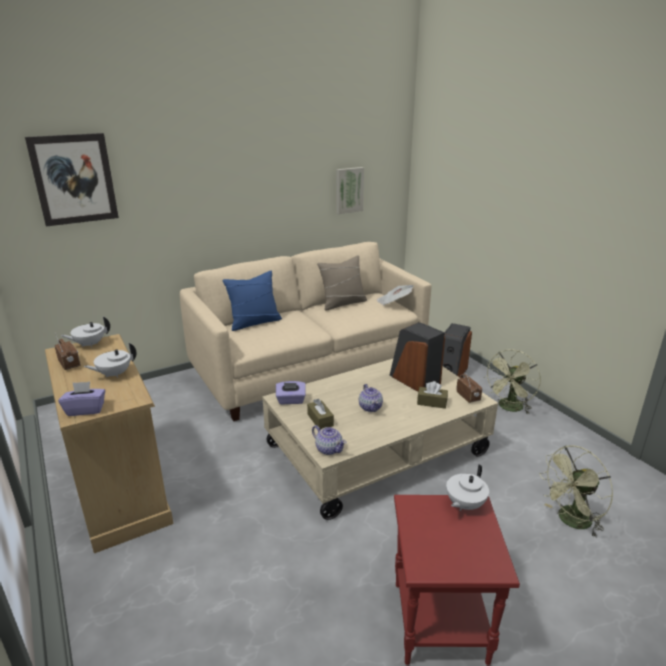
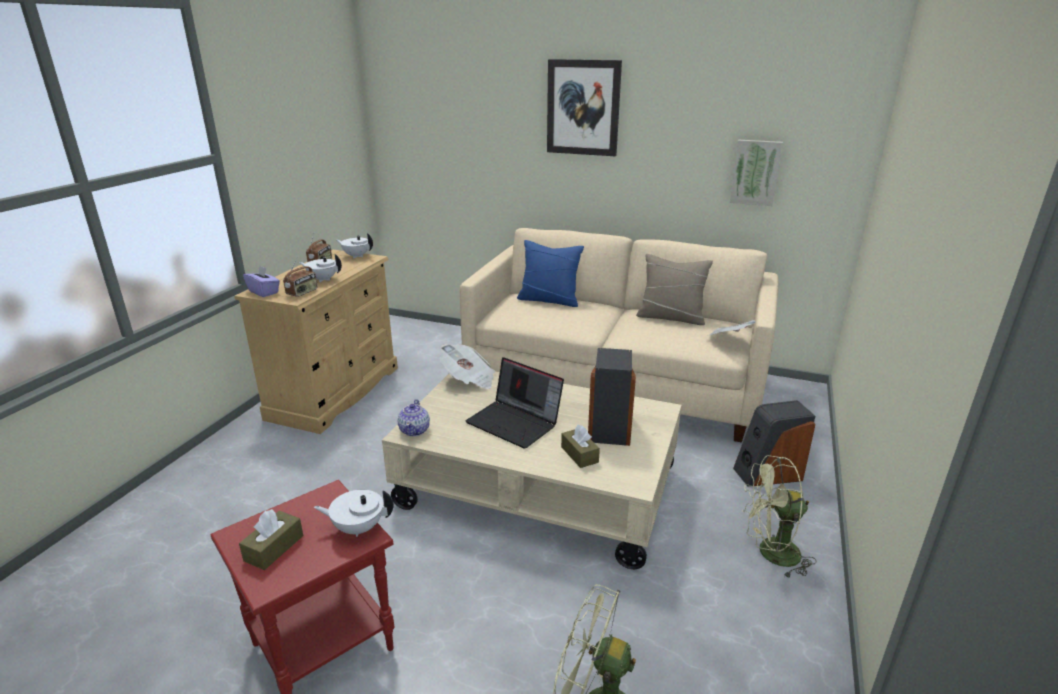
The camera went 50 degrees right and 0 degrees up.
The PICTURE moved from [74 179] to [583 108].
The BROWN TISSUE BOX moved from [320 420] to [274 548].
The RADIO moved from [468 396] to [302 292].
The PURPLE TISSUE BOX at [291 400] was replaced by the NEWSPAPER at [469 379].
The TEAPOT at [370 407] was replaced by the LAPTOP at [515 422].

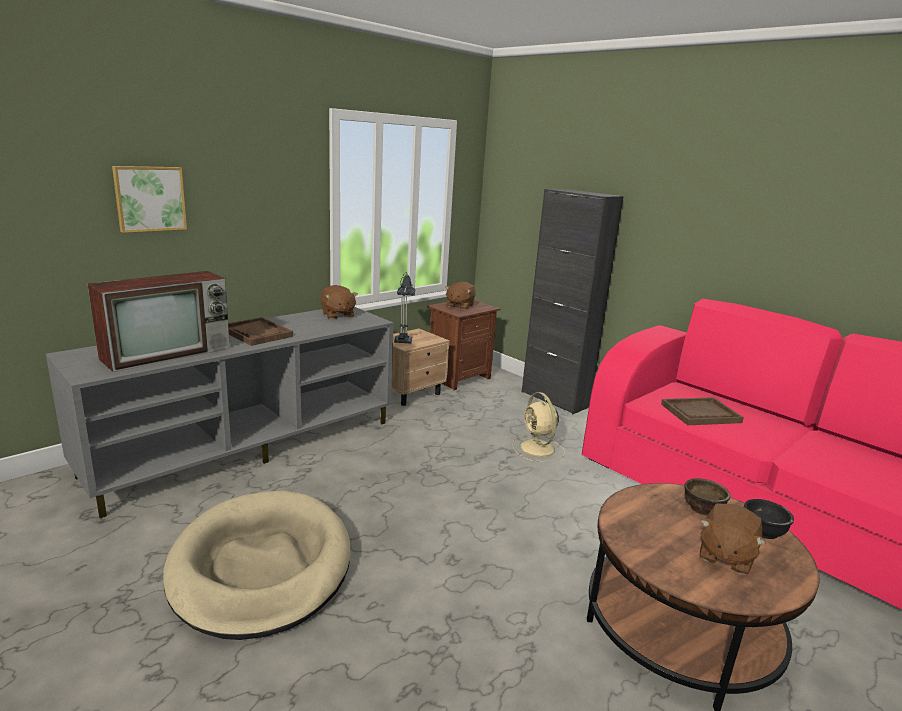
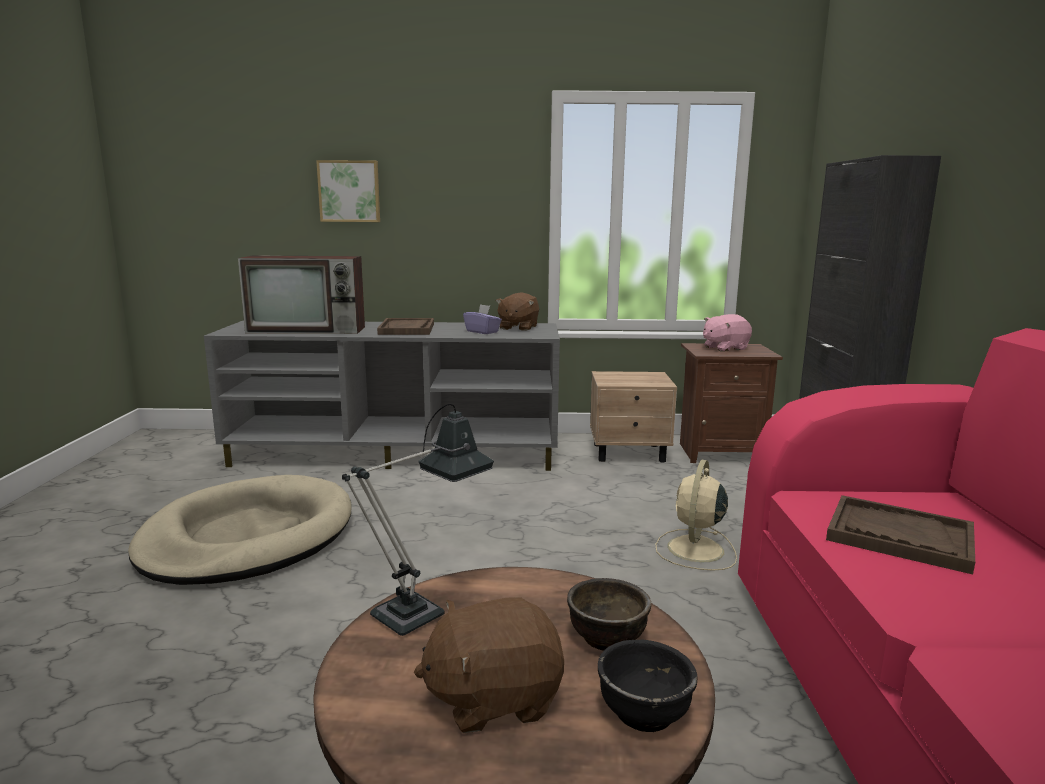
The camera went 45 degrees right and 5 degrees down.
The PURPLE TISSUE BOX at [482 332] appeared.
The TABLE LAMP moved from [403 339] to [420 609].
The BROWN PLUSH TOY at [459 306] became the PINK PLUSH TOY at [724 348].

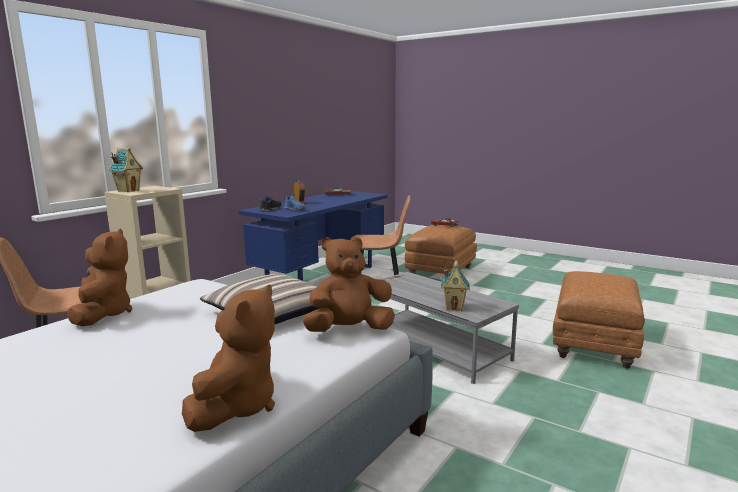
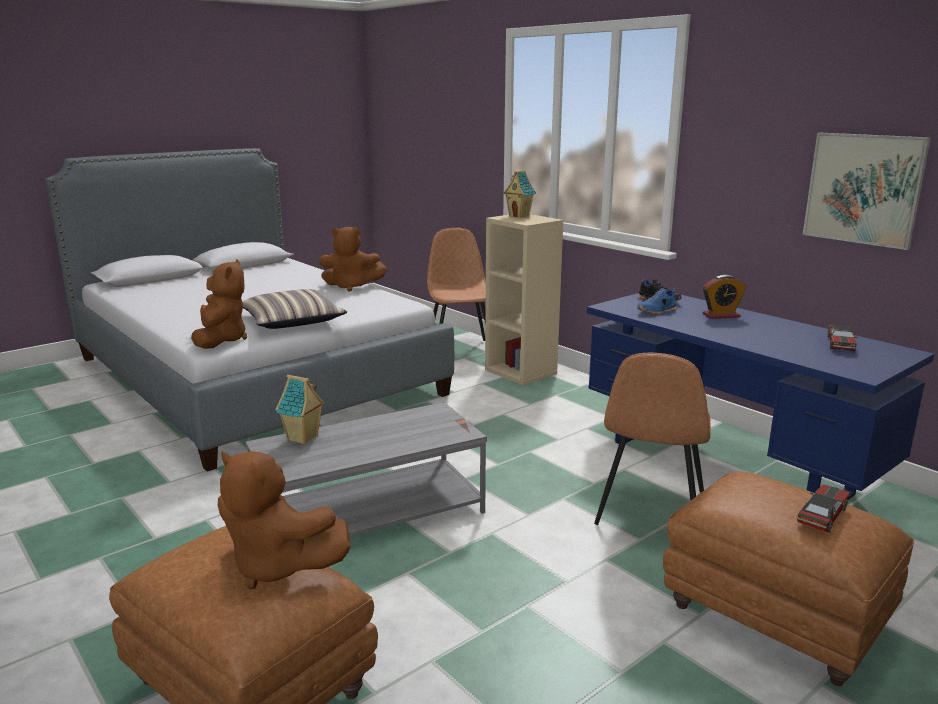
The camera went 105 degrees right and 5 degrees up.
The PICTURE at [863 189] appeared.
The BROWN PLUSH TOY moved from [236 406] to [277 566].

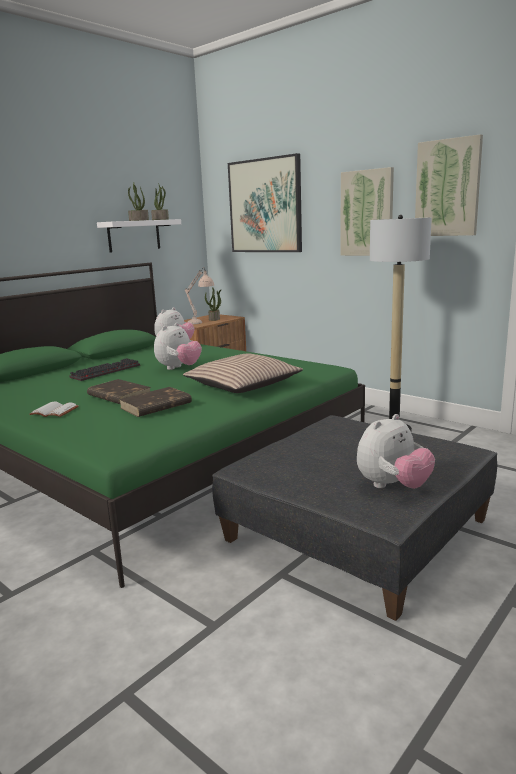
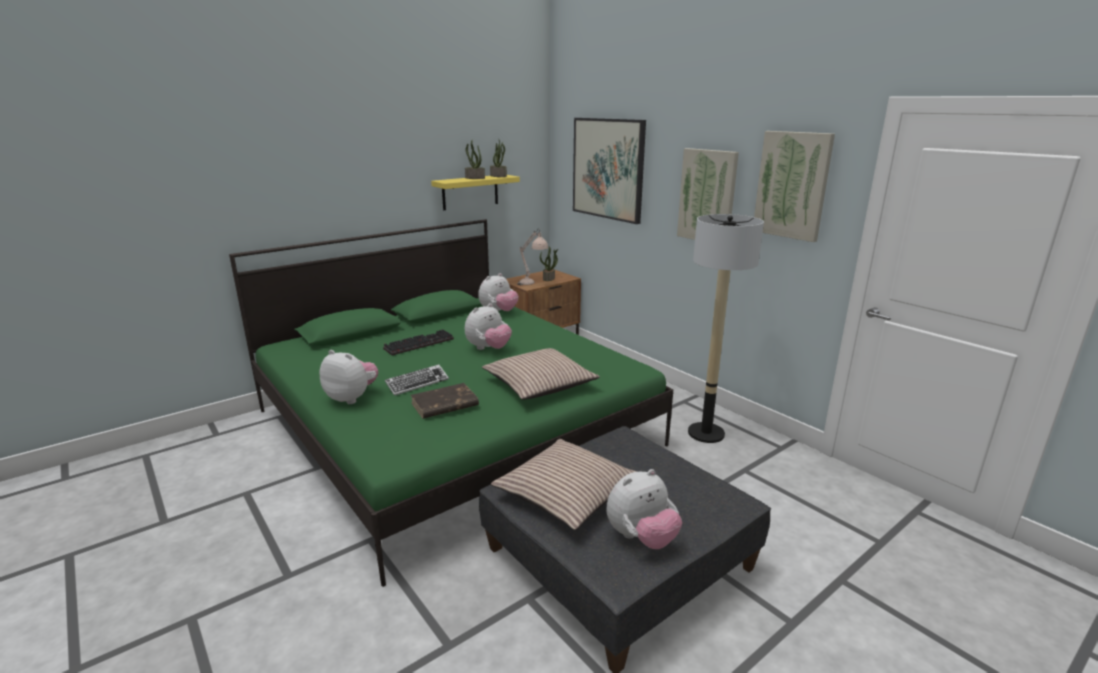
The camera went 10 degrees right and 5 degrees up.
The PILLOW at [566 493] appeared.
The WHITE BOOK at [53 412] was replaced by the PLUSH TOY at [352 398].
The BROWN BOOK at [119 395] was replaced by the KEYBOARD at [417 383].
The WHITE SHELF at [134 235] became the YELLOW SHELF at [470 192].

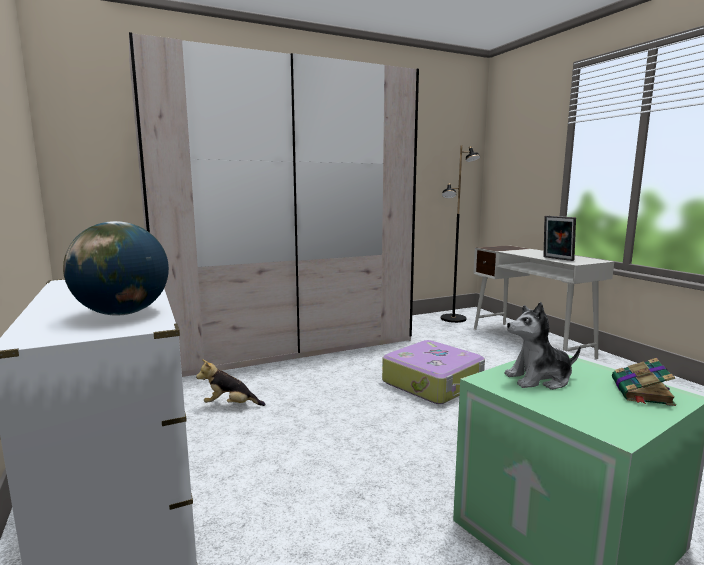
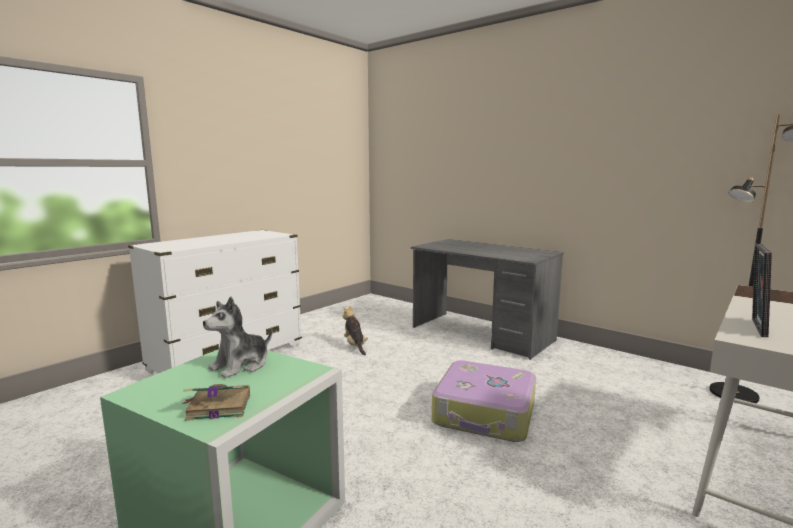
The camera went 65 degrees right and 0 degrees up.
The GLOBE at [123 313] disappeared.
The BEIGE WARDROBE at [288 346] was replaced by the GREY DESK at [481 334].
The PLUSH TOY at [539 379] turned 105 degrees counterclockwise.

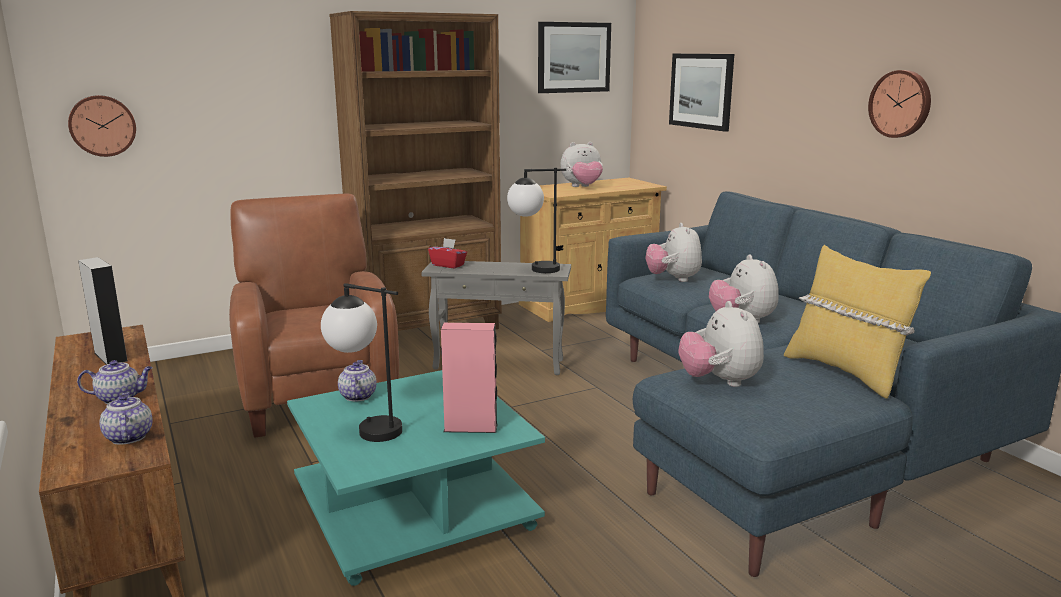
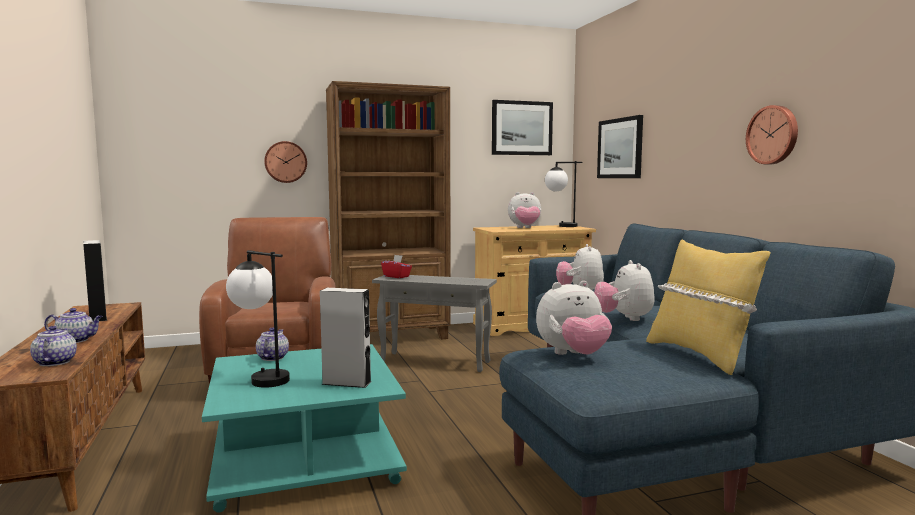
The camera went 10 degrees right and 10 degrees down.
The WALL CLOCK moved from [102 125] to [285 162].
The TABLE LAMP moved from [533 270] to [560 226].
The PINK SPEAKER at [470 427] became the GREY SPEAKER at [346 383].
The PLUSH TOY at [719 382] turned 105 degrees counterclockwise.

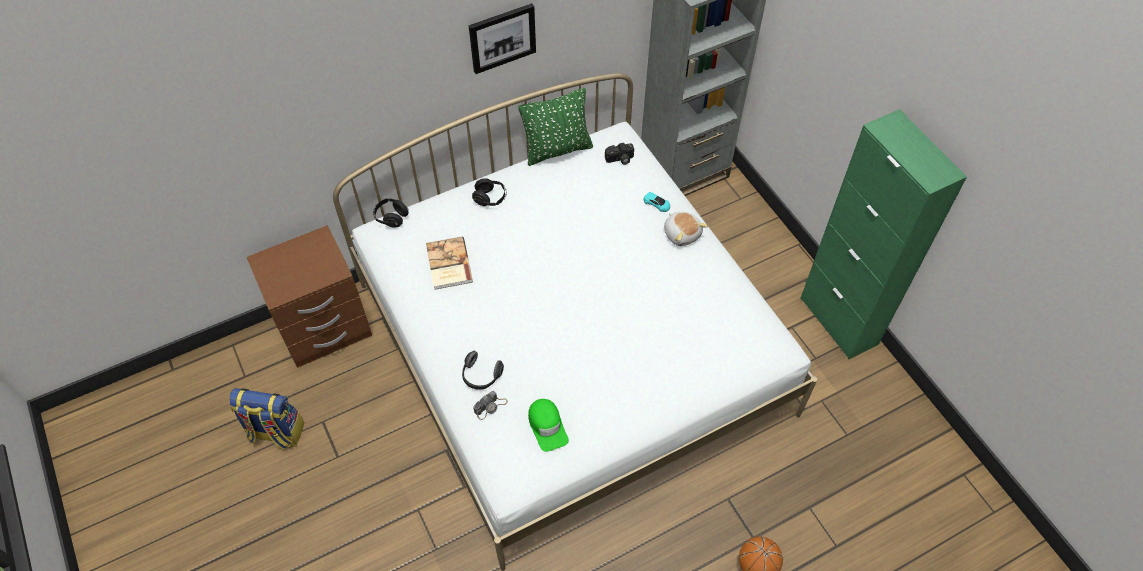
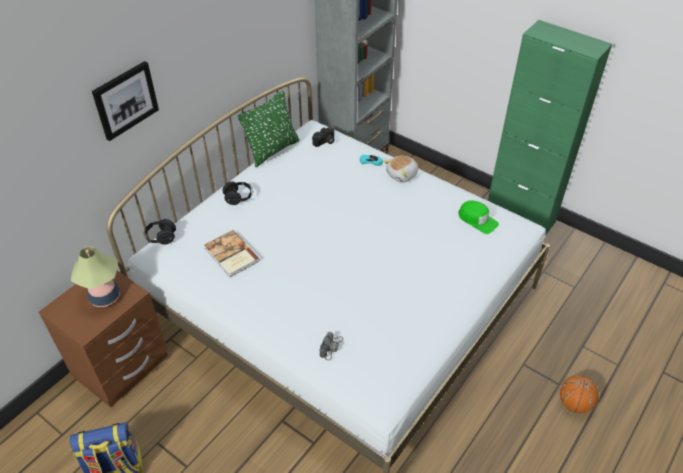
The camera went 25 degrees left and 10 degrees down.
The HEADPHONES at [481 376] disappeared.
The TABLE LAMP at [105 297] appeared.
The PICTURE moved from [502 37] to [125 100].
The GREEN CAP moved from [547 426] to [477 220].
The PLUSH TOY at [682 234] turned 105 degrees clockwise.

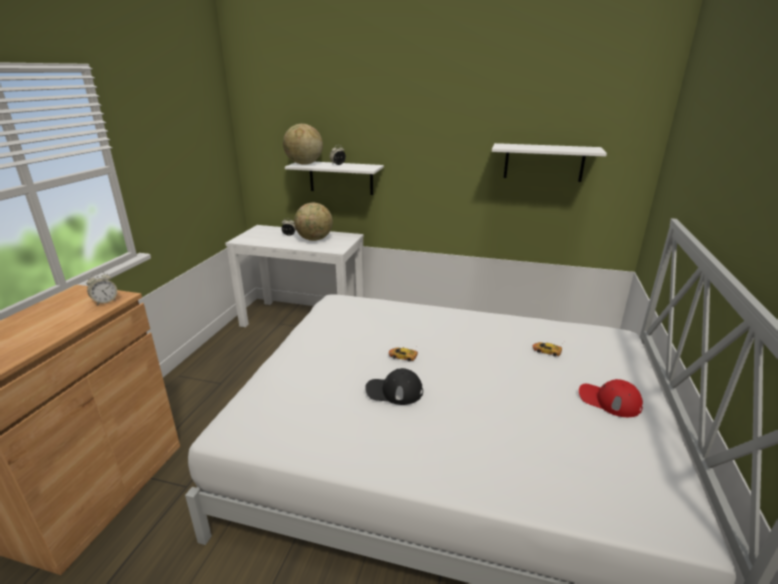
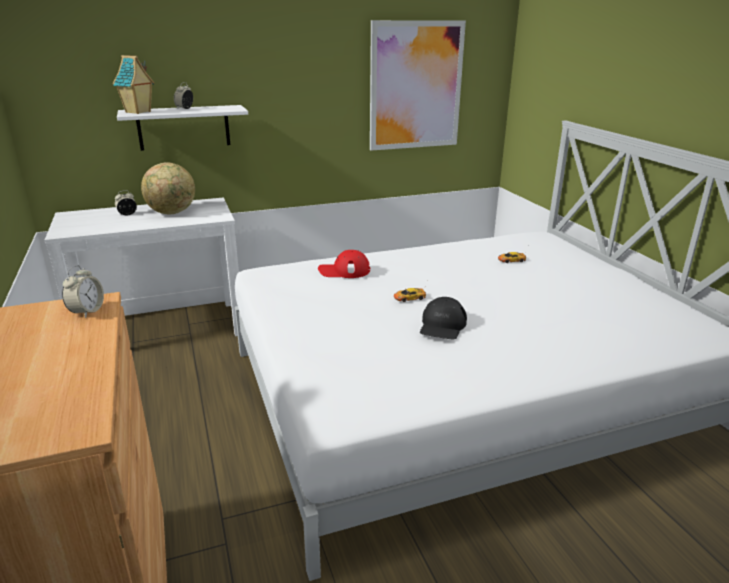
The camera went 35 degrees left and 0 degrees up.
The RED CAP moved from [609 400] to [344 271].
The GLOBE at [304 164] was replaced by the TOY HOUSE at [138 112].
The WHITE SHELF at [544 162] was replaced by the PICTURE at [415 86].
The BLACK CAP at [394 391] turned 45 degrees counterclockwise.

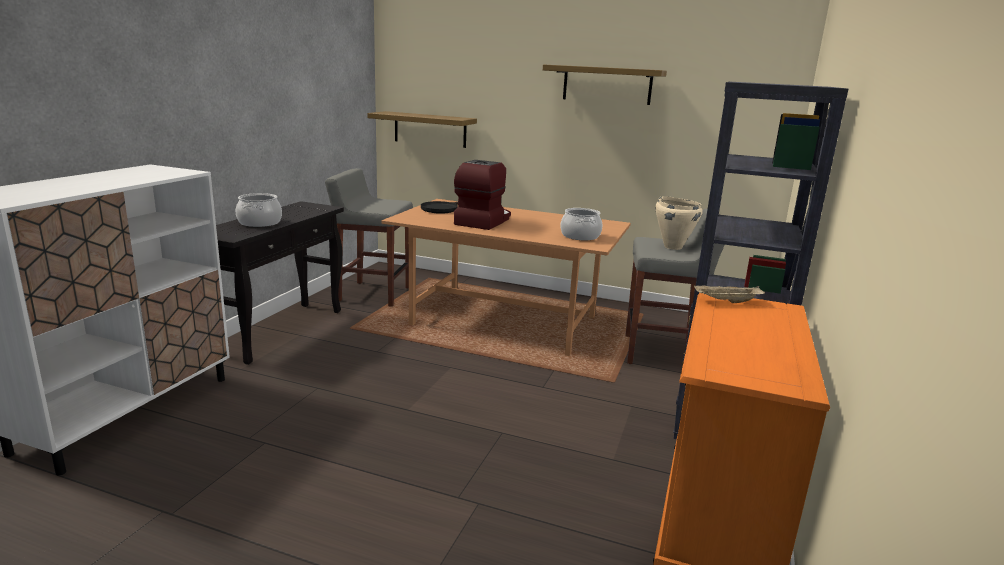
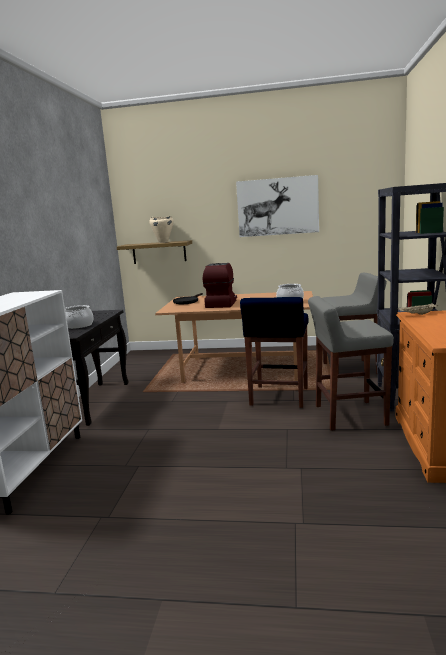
The camera went 10 degrees left and 5 degrees down.
The BLUE STOOL at [279 397] appeared.
The GREY STOOL moved from [373 294] to [348 415].
The BEIGE COOKING POT moved from [672 247] to [163 242].
The SHELF at [607 85] was replaced by the PICTURE at [277 206].

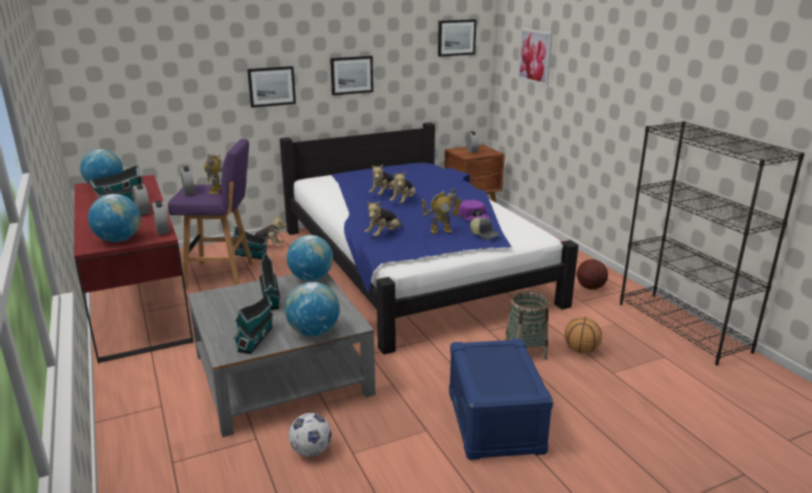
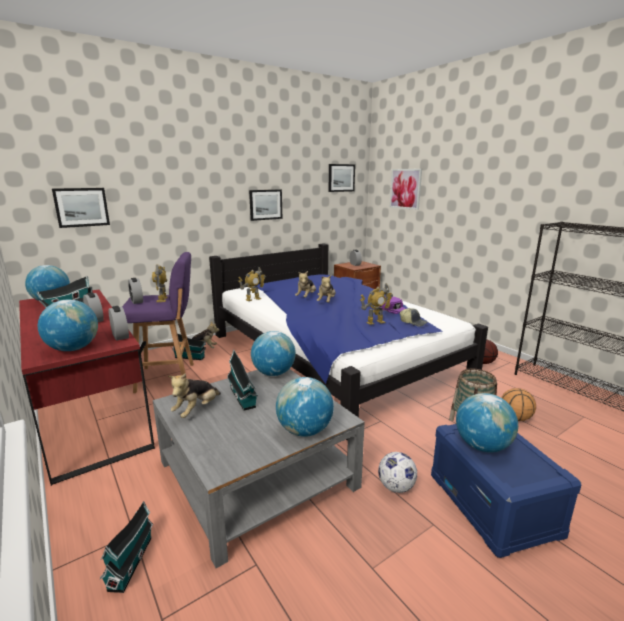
The camera went 10 degrees left and 5 degrees down.
The TOY ROBOT at [253 299] appeared.
The GLOBE at [482 446] appeared.
The TOY HOUSE moved from [256 338] to [132 560].
The PICTURE moved from [271 86] to [81 207].
The FOOTBALL moved from [311 451] to [396 487].
The PLUSH TOY moved from [384 235] to [197 410].

